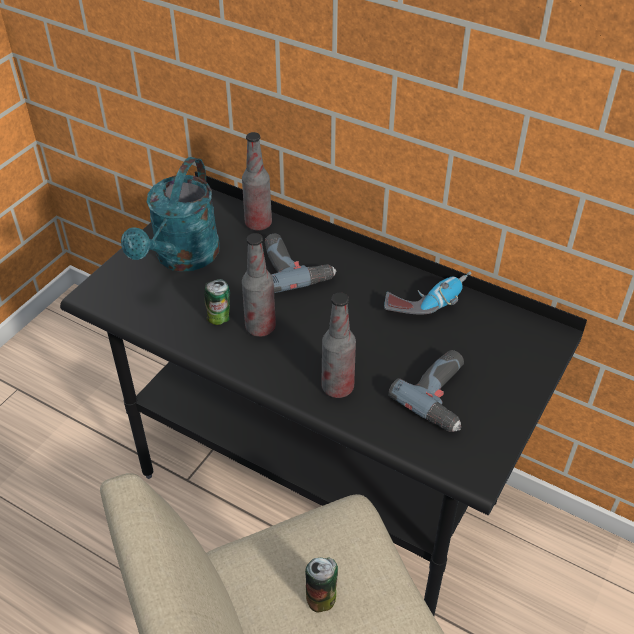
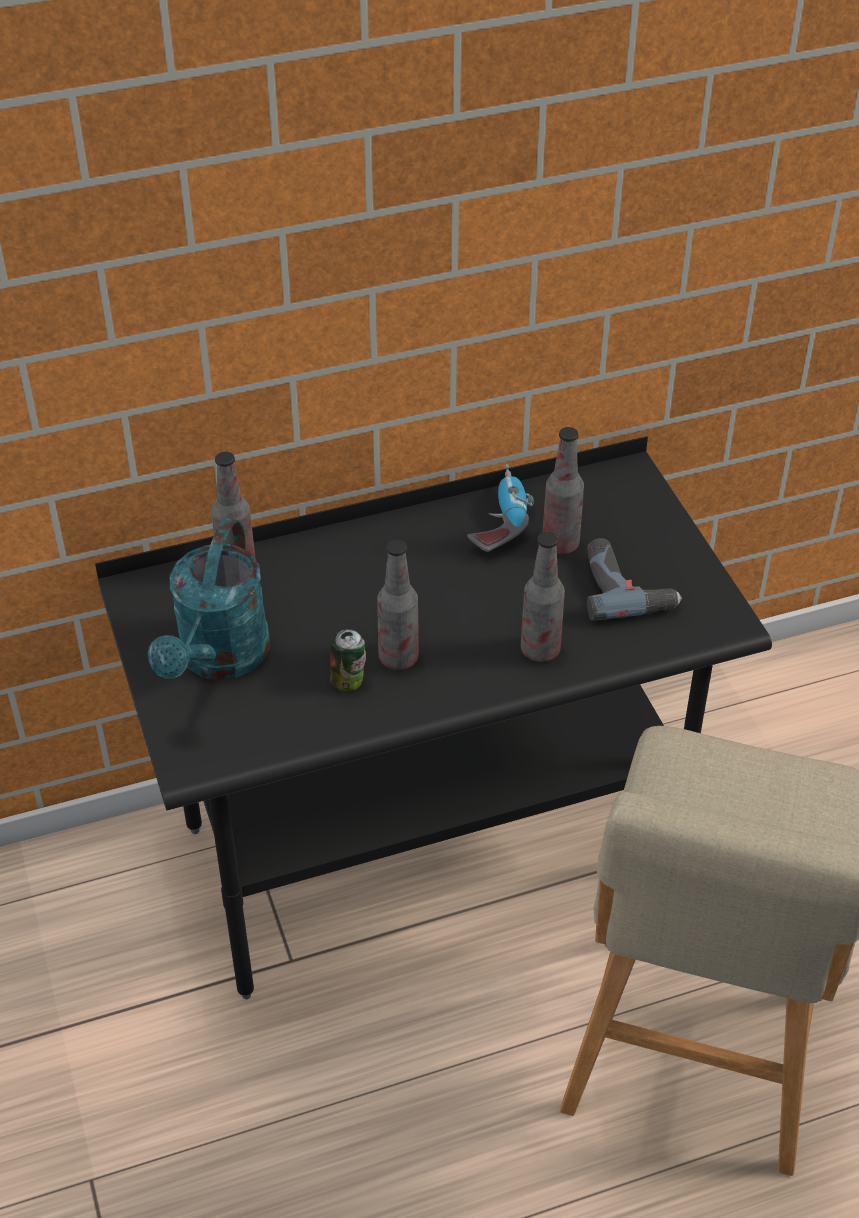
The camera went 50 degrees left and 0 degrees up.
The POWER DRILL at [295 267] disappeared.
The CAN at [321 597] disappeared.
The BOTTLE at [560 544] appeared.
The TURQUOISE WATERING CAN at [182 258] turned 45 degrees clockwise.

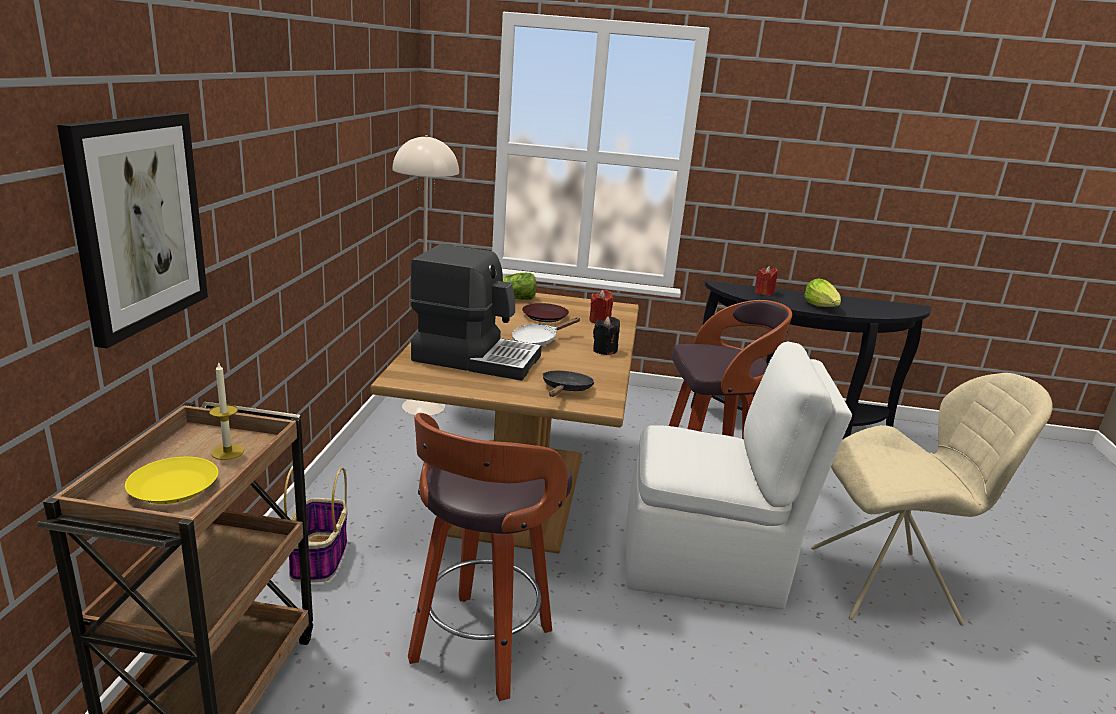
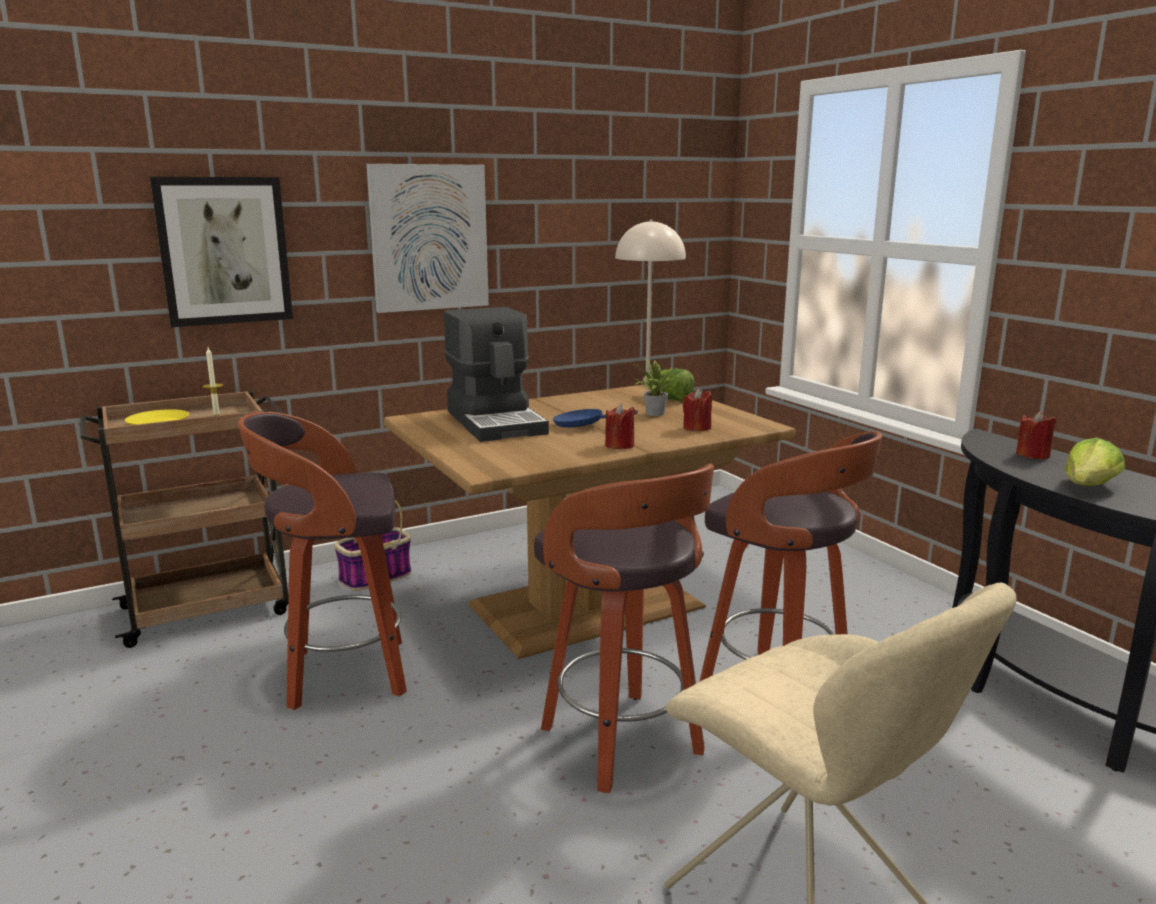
The camera went 55 degrees right and 5 degrees down.
The BLACK FRYING PAN at [565 390] disappeared.
The PICTURE at [429 238] appeared.
The BROWN PLATE at [545 316] was replaced by the POTTED PLANT at [653 414].
The WHITE CHAIR at [706 564] was replaced by the STOOL at [624 743].
The WHITE FRYING PAN at [538 341] became the BLUE FRYING PAN at [584 426].
The BLACK CANDLE at [605 350] became the RED CANDLE at [619 445].

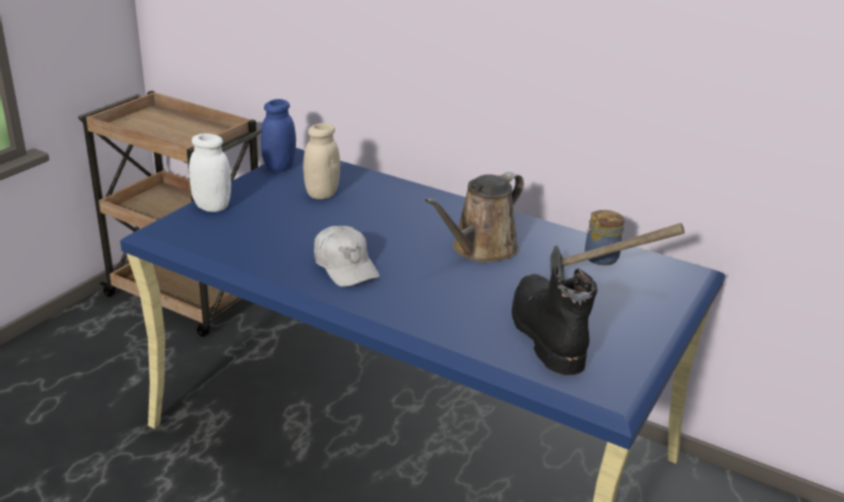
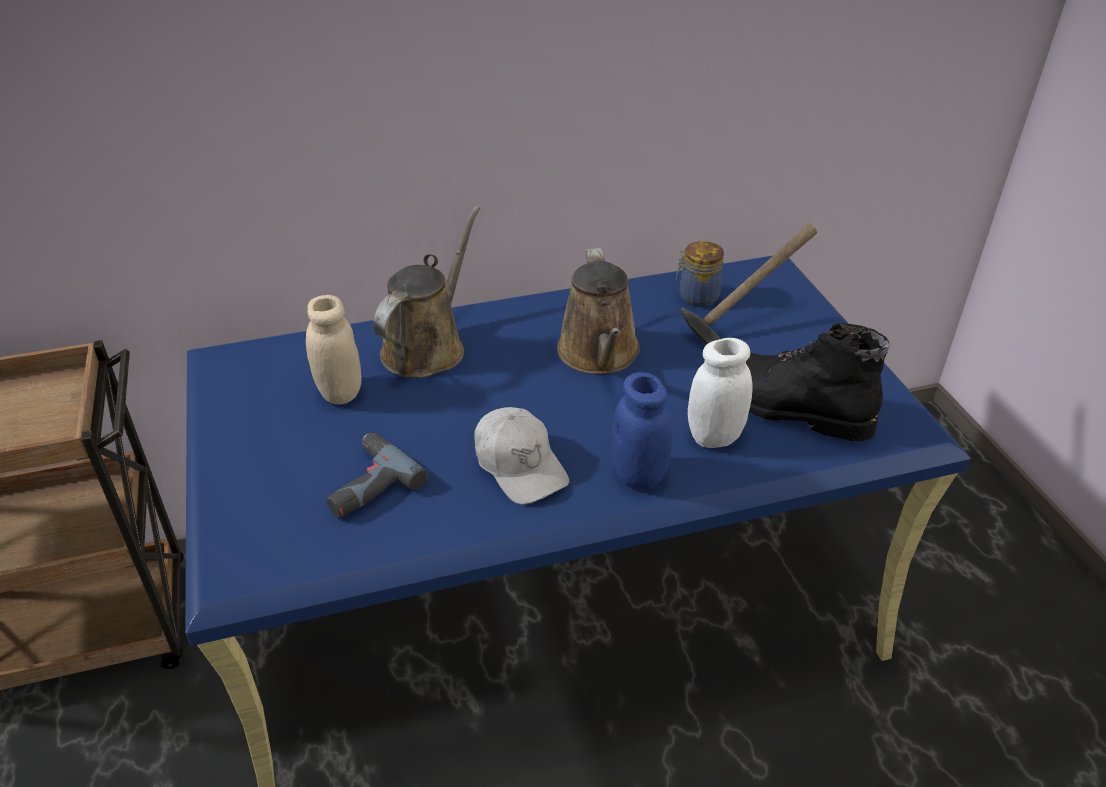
The camera went 45 degrees left and 10 degrees up.
The POWER DRILL at [365 483] appeared.
The BROWN WATERING CAN at [427 347] appeared.
The WHITE JAR moved from [212 207] to [714 437].
The BLUE JAR moved from [279 167] to [639 475].
The WHITE CAP at [345 266] turned 45 degrees clockwise.

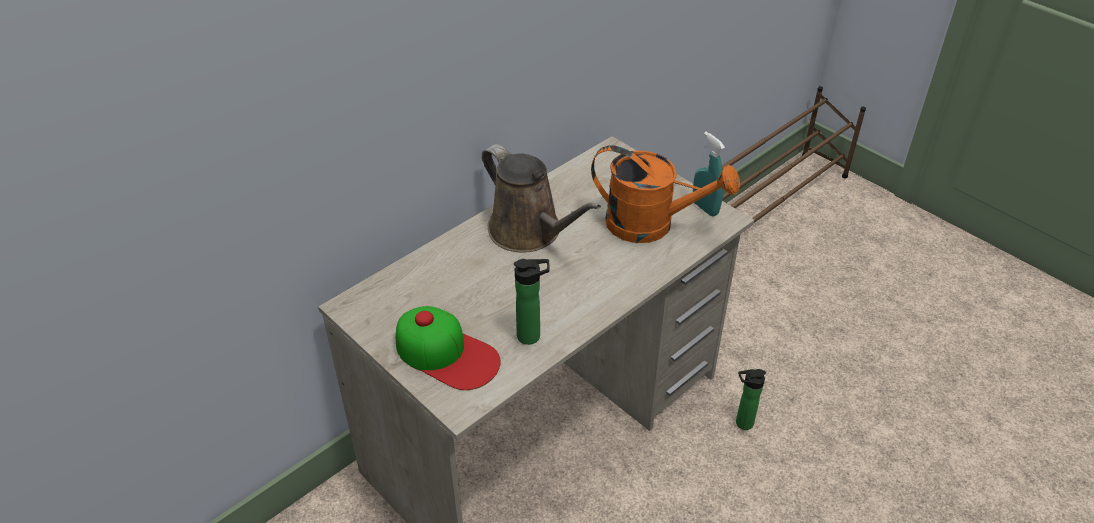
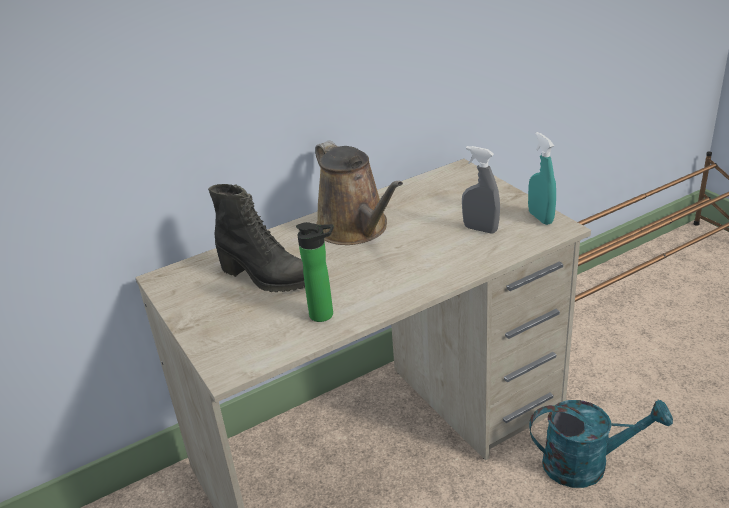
The camera went 15 degrees right and 10 degrees down.
The CAP at [447 354] disappeared.
The BLACK BOOT at [267 278] appeared.
The ORANGE WATERING CAN at [651 225] was replaced by the GREY SPRAY BOTTLE at [480 229].
The BOTTLE at [741 423] was replaced by the TURQUOISE WATERING CAN at [587 464].

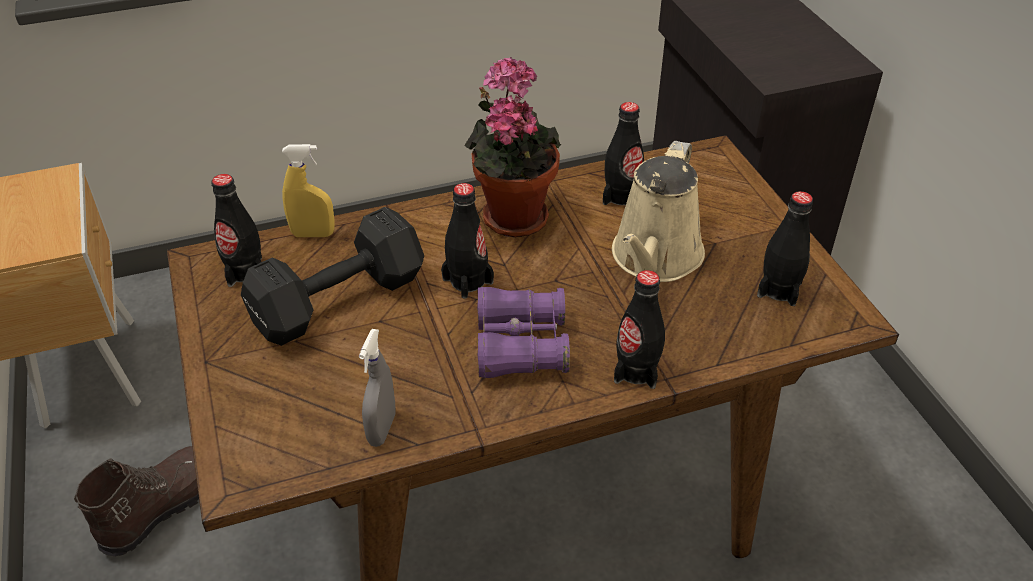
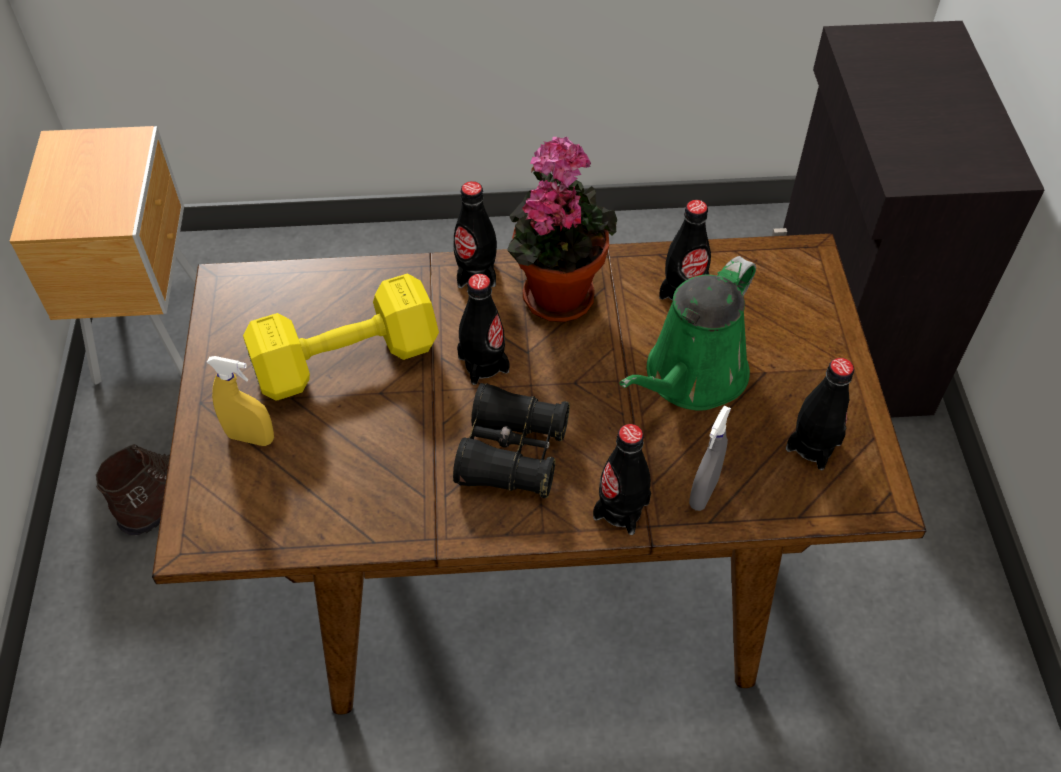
The camera went 15 degrees right and 10 degrees up.
The BLACK BOTTLE moved from [245 271] to [476 273].
The YELLOW SPRAY BOTTLE moved from [313 234] to [251 437].
The GREY SPRAY BOTTLE moved from [382 429] to [703 492].
The BLACK DUMBBELL at [343 300] became the YELLOW DUMBBELL at [351 360].
The PURPLE BINOCULARS at [520 346] became the BLACK BINOCULARS at [512 453].
The BEIGE WATERING CAN at [654 258] became the GREEN WATERING CAN at [690 378].

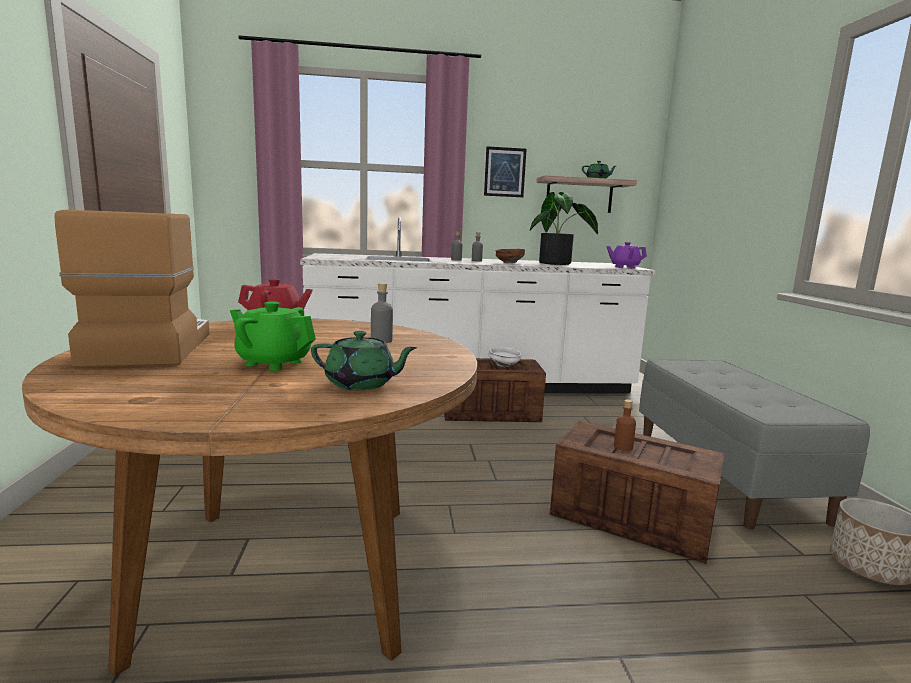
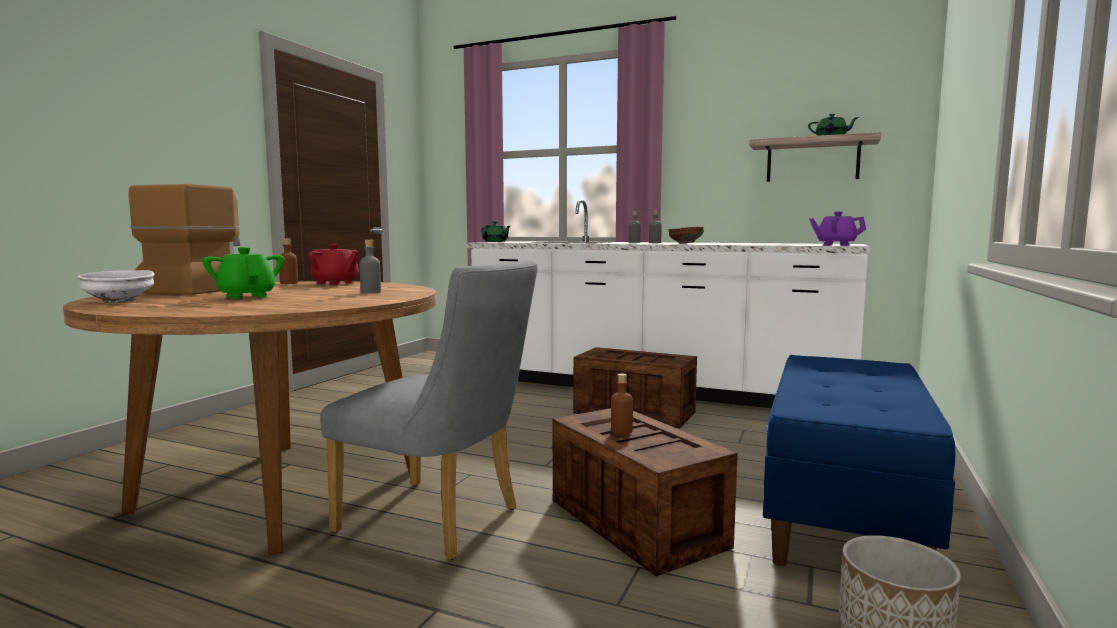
The camera went 30 degrees right and 5 degrees down.
The PICTURE at [505 172] disappeared.
The POTTED PLANT at [559 264] disappeared.
The BROWN BOTTLE at [289 283] appeared.
The GREY CHAIR at [440 522] appeared.
The GREEN TEAPOT moved from [361 384] to [495 242].
The WHITE BOWL moved from [504 365] to [119 302].
The GREY BENCH at [725 474] became the BLUE BENCH at [845 512].

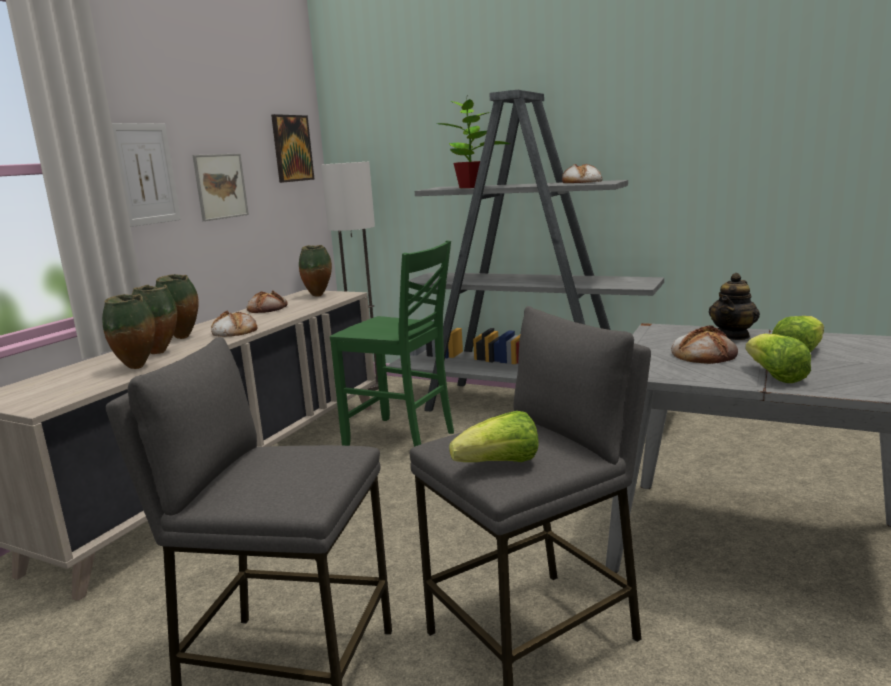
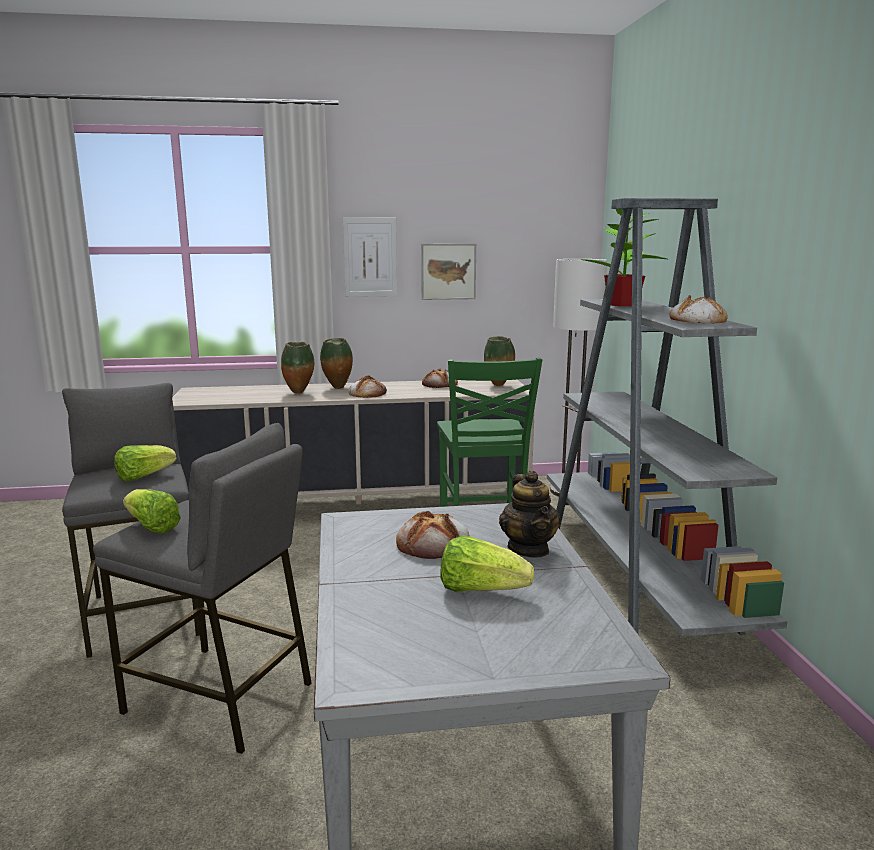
The camera went 55 degrees right and 0 degrees up.
The VASE at [138 368] disappeared.
The PICTURE at [292 148] disappeared.
The LETTUCE moved from [774 376] to [143 477].
The TEAPOT at [733 336] turned 105 degrees counterclockwise.

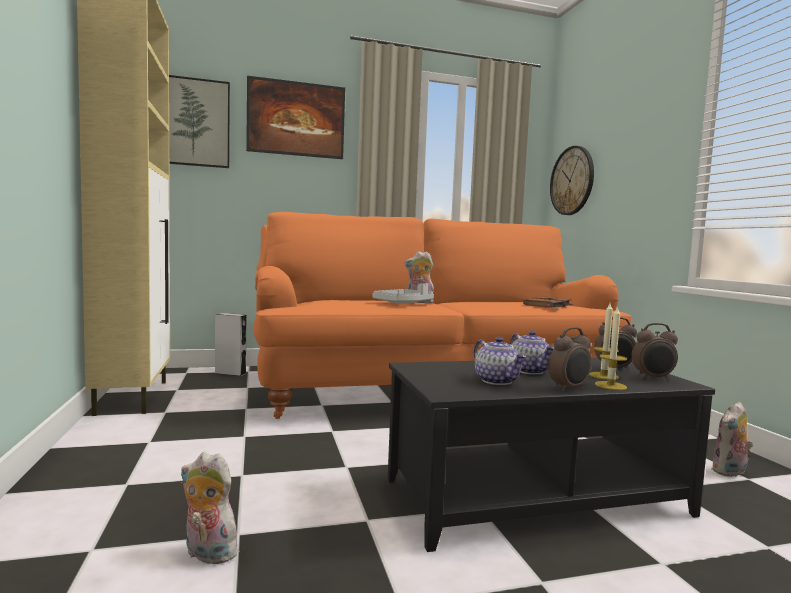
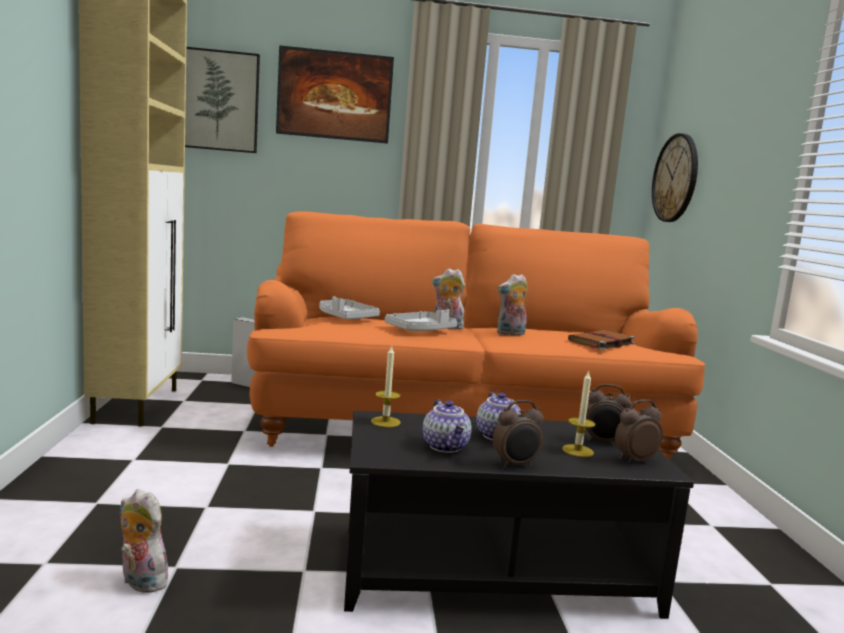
The camera went 10 degrees right and 5 degrees up.
The GREY TRAY at [345 318] appeared.
The CANDLE moved from [610 385] to [385 422].
The PLUSH TOY moved from [730 472] to [510 334].
The ALARM CLOCK at [653 378] turned 150 degrees clockwise.

